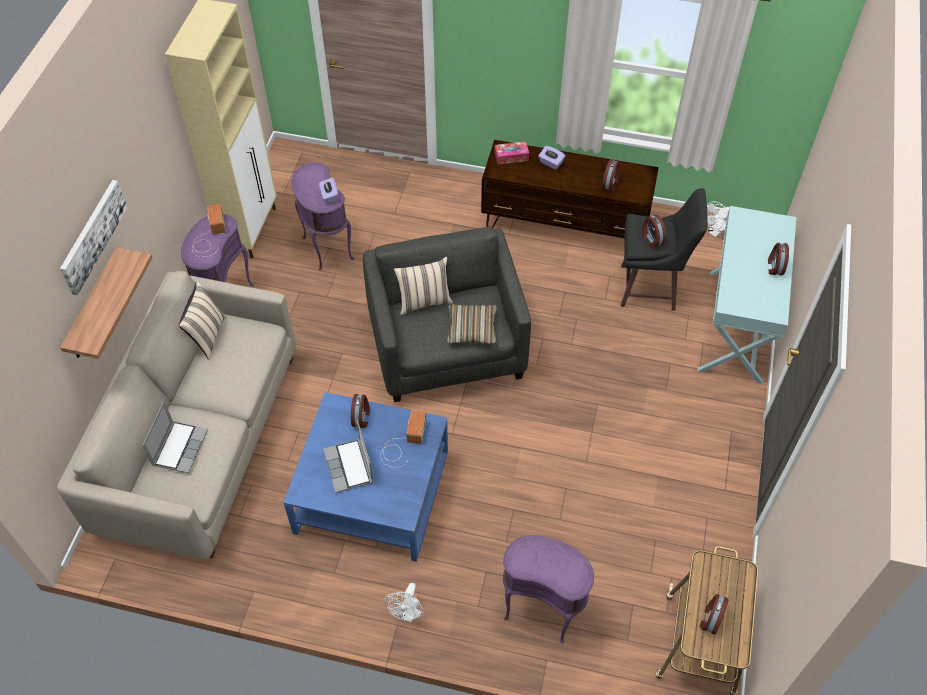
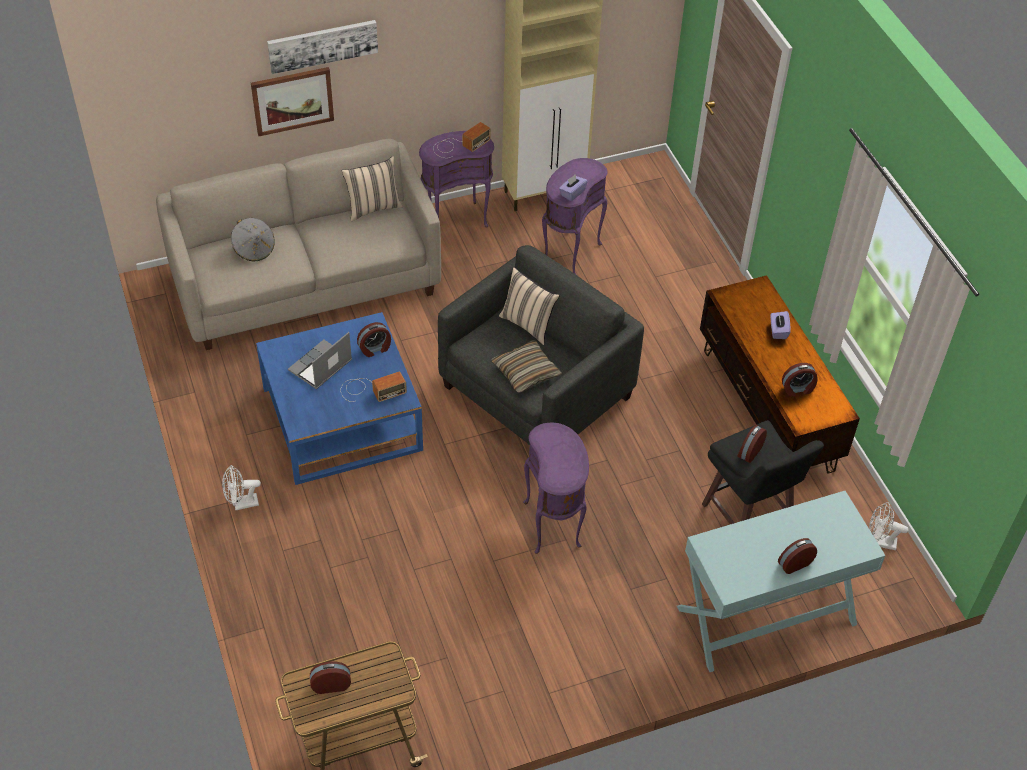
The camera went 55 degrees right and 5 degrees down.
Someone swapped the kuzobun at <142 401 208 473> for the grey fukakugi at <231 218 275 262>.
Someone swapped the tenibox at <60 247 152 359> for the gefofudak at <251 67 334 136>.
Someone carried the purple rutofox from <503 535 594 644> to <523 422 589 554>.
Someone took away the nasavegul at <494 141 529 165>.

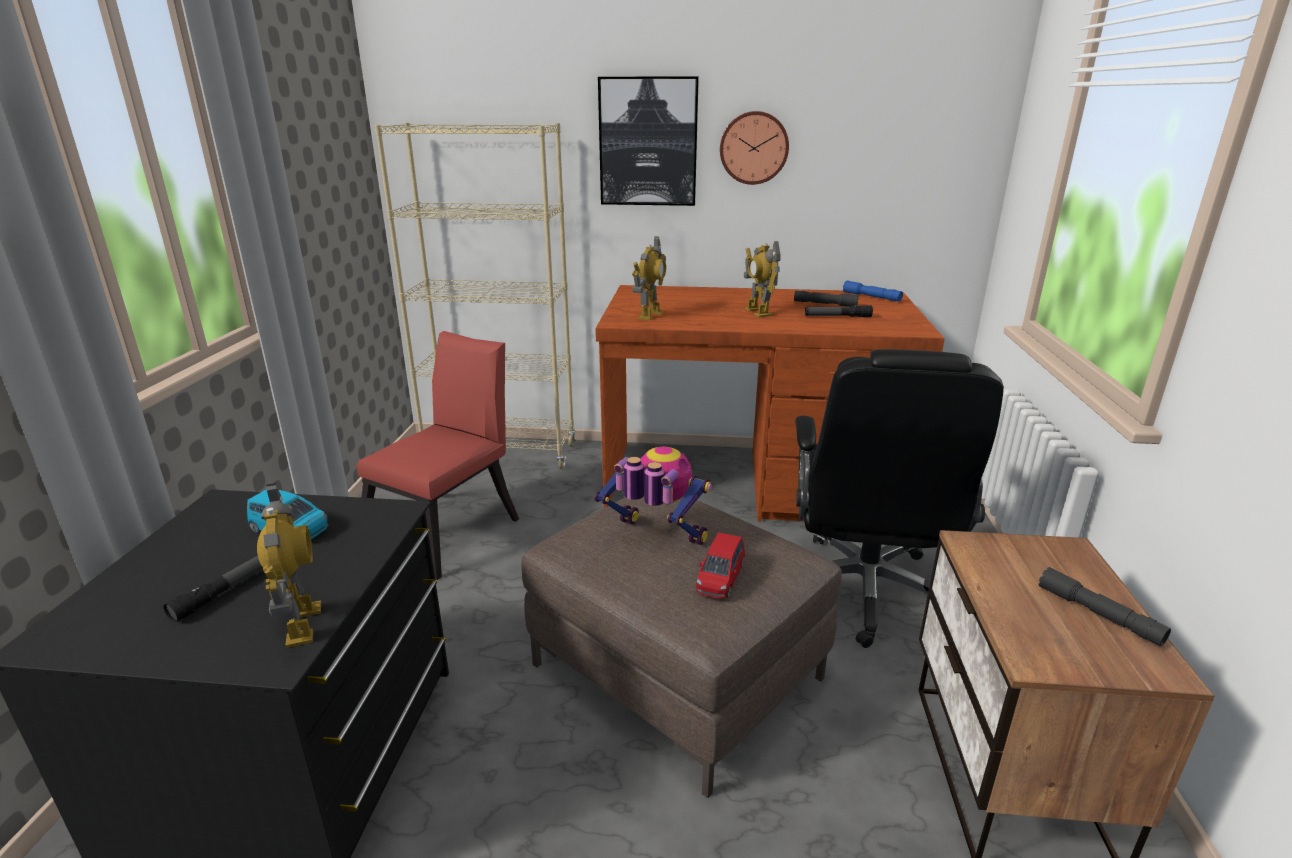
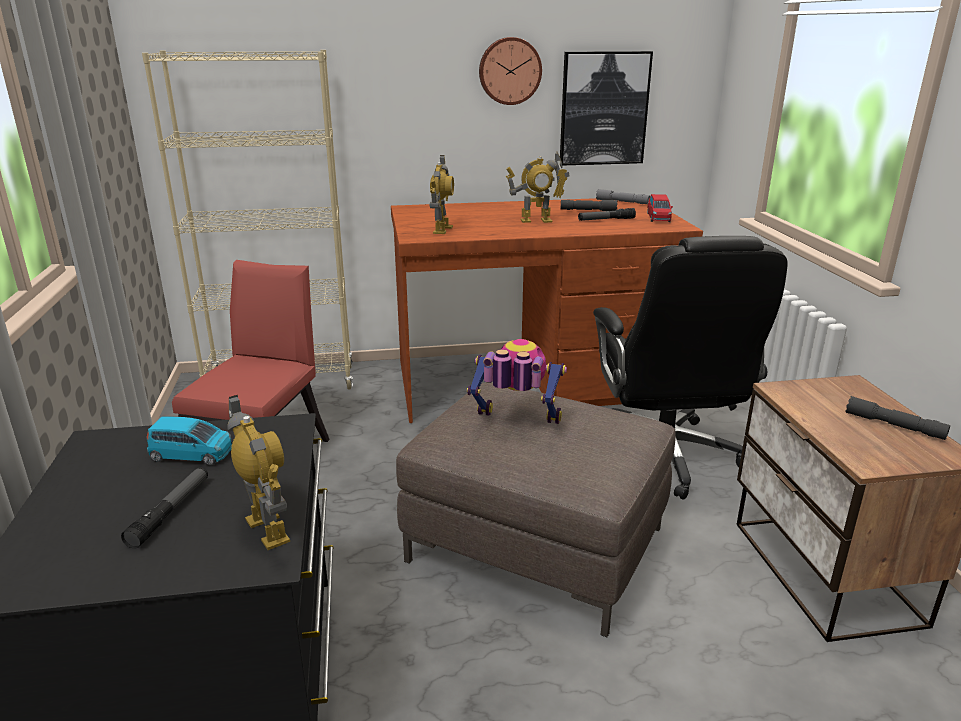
The camera went 15 degrees left and 0 degrees up.
Someone rotated the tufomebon at <744 241 780 317> by 60 degrees counterclockwise.
Someone carried the gefofudak from <598 76 699 206> to <560 51 653 166>.
Someone repainted the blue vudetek at <843 280 903 302>, which became the grey vudetek at <596 189 650 204>.
Someone carried the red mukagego from <696 532 745 599> to <647 194 673 222>.

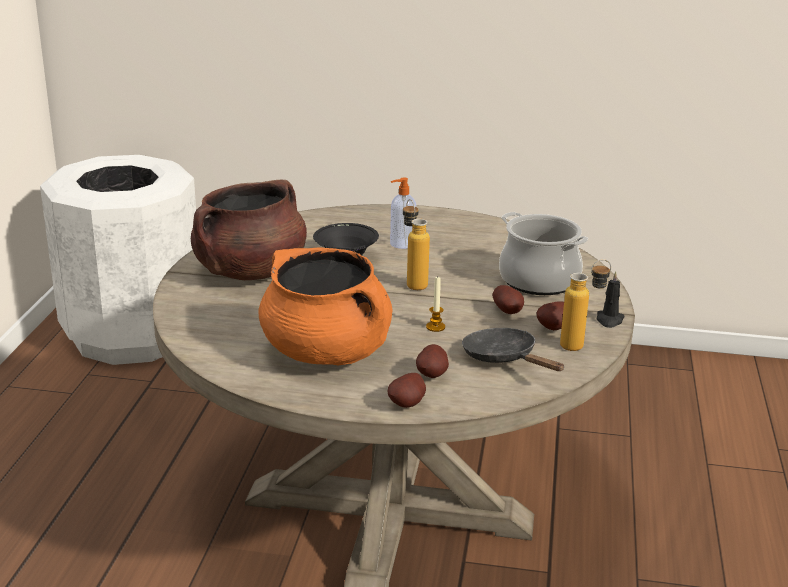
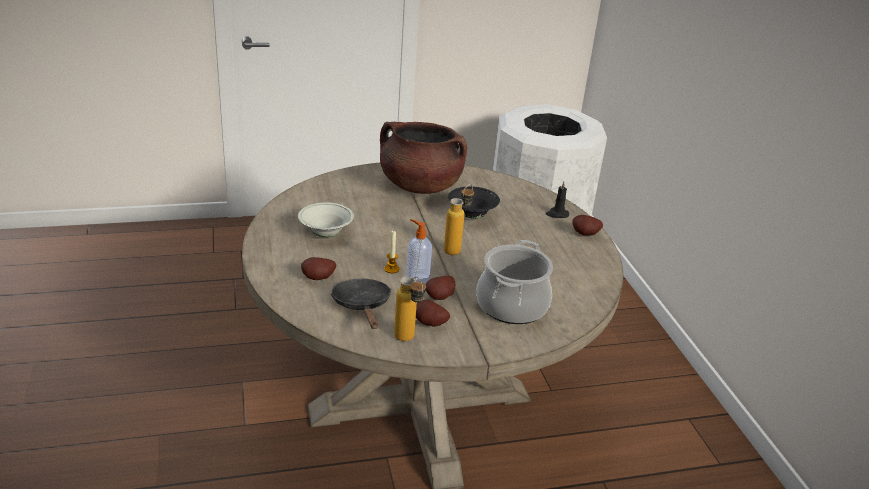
The camera went 65 degrees right and 5 degrees up.
Someone swapped the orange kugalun at <259 248 393 365> for the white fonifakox at <298 202 354 237>.
Someone rotated the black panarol at <462 328 564 371> by 45 degrees counterclockwise.
Someone carried the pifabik from <390 177 416 249> to <406 219 432 285>.
Someone carried the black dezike from <597 271 625 328> to <546 181 569 218>.
Someone carried the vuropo from <387 373 426 408> to <572 215 603 236>.

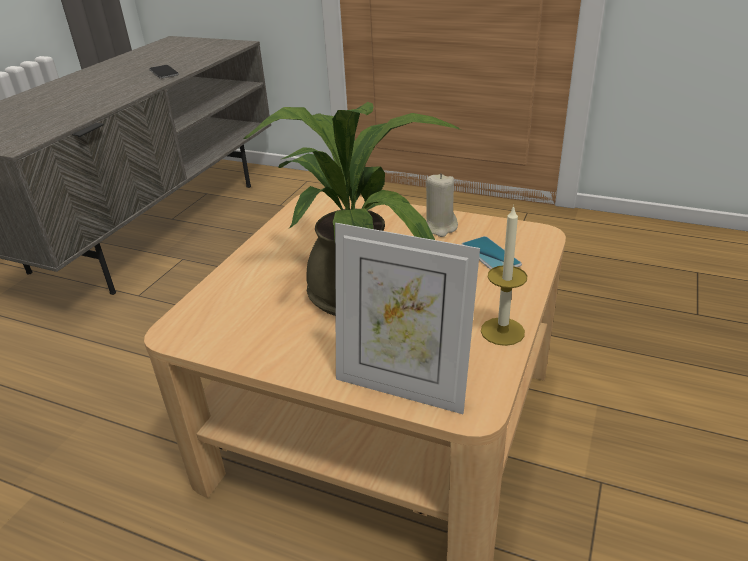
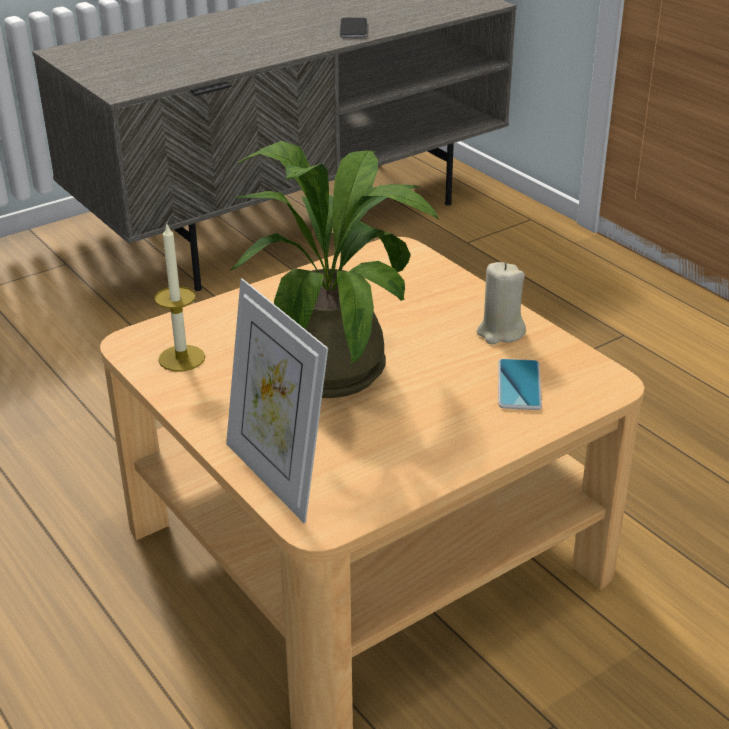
The camera went 30 degrees right and 0 degrees up.
Someone carried the dezike from <481 205 527 346> to <154 225 205 371>.

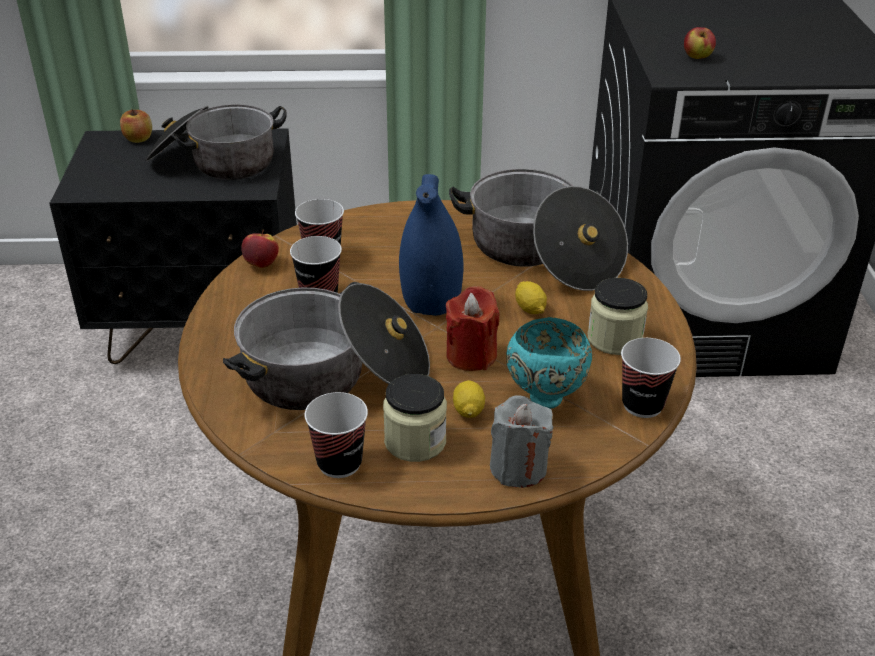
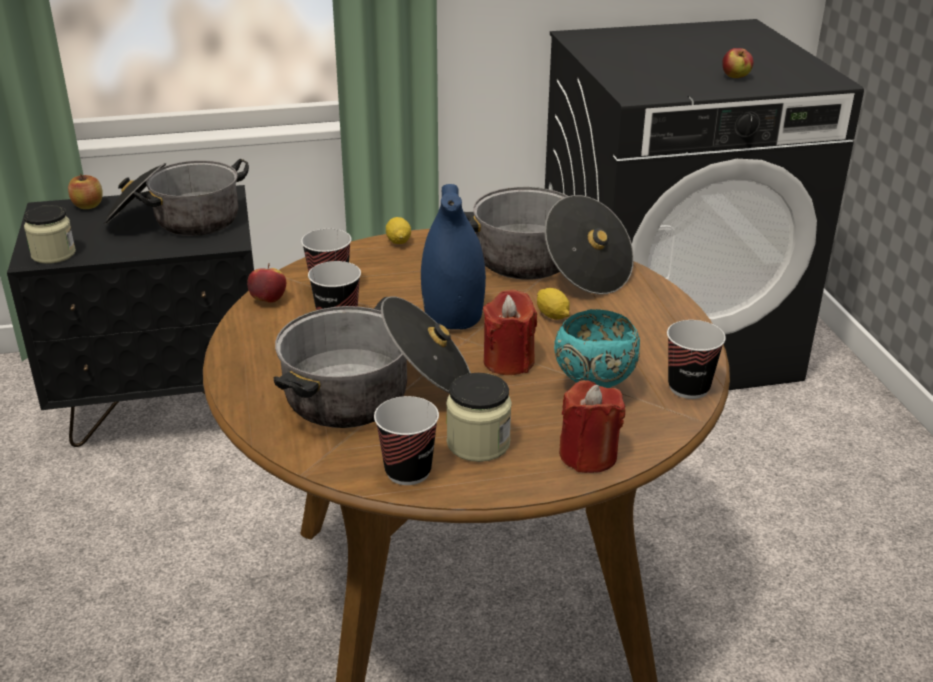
The camera went 10 degrees left and 5 degrees down.
Someone carried the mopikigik from <588 278 648 355> to <24 205 76 264>.
Someone carried the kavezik from <453 380 485 418> to <386 217 411 244>.
Someone repainted the grey dezike at <490 395 553 488>, which became the red dezike at <559 380 625 473>.
Someone carried the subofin from <684 27 716 59> to <722 48 753 78>.

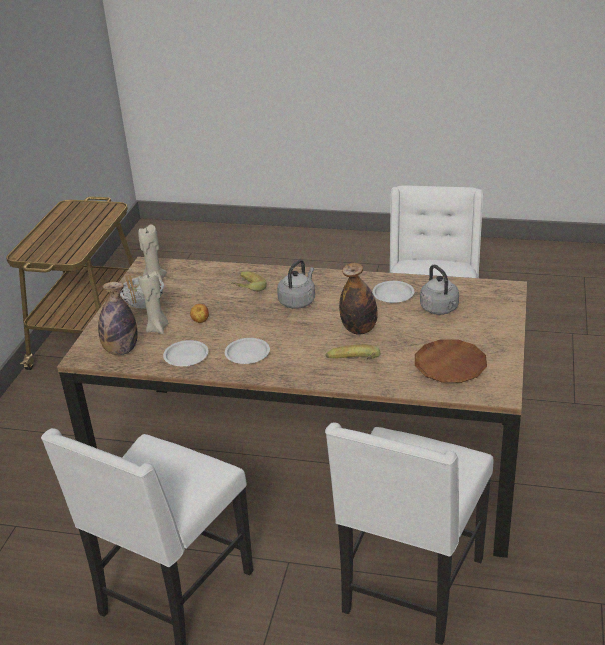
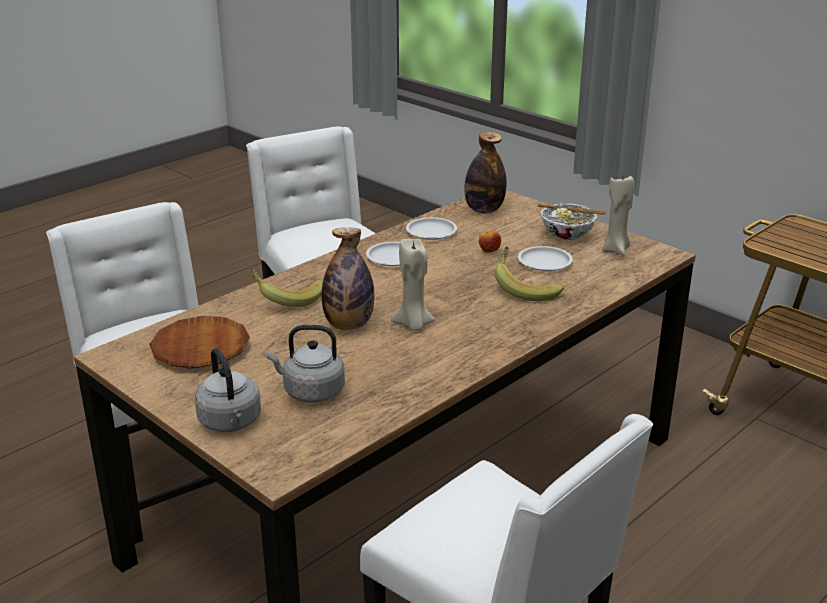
The camera went 120 degrees right and 5 degrees down.
Someone carried the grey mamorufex from <277 260 315 309> to <195 348 261 432>.
Someone carried the beige dezike from <138 271 168 334> to <391 239 436 331>.
Someone carried the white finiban from <372 281 414 303> to <518 246 573 271>.

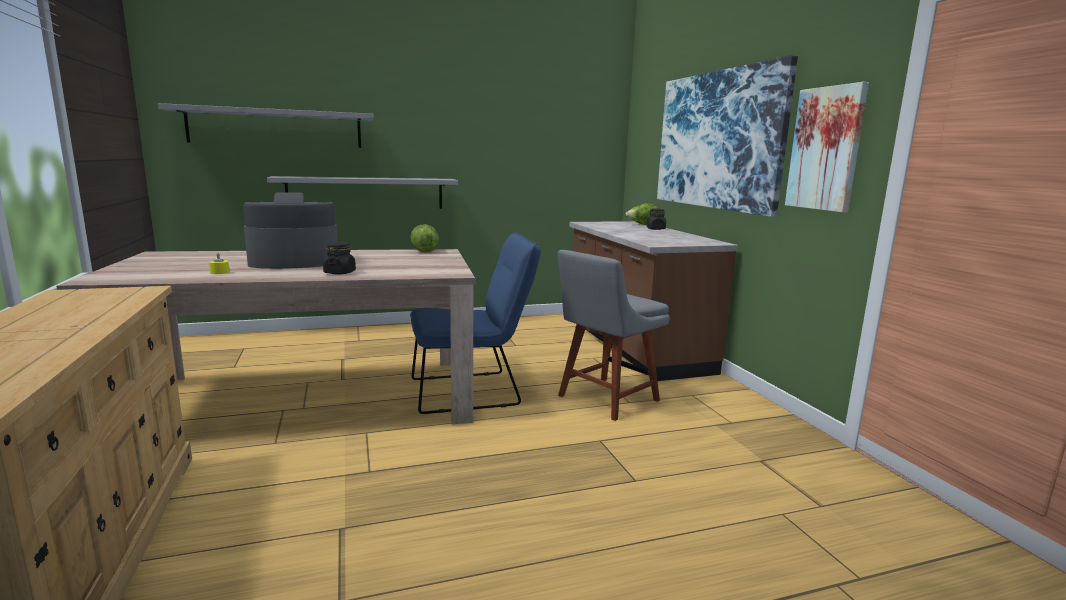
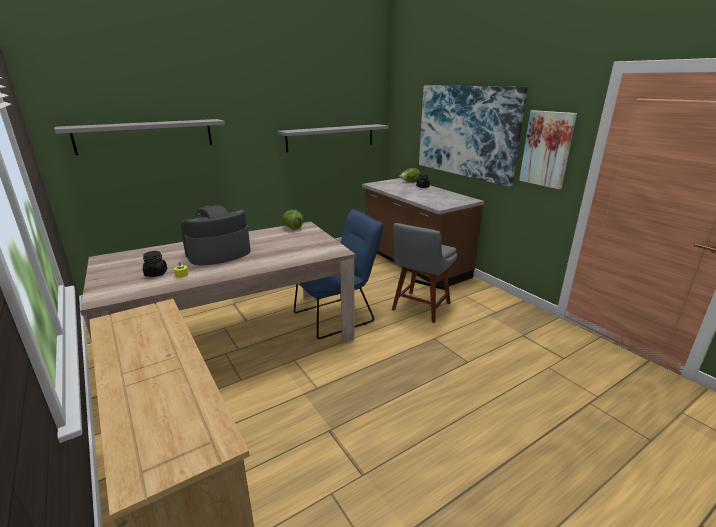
The camera went 15 degrees left and 10 degrees up.
Someone carried the black mopikigik from <323 242 356 275> to <143 251 167 277>.
Someone carried the grey tenibox from <267 176 458 209> to <277 124 389 153>.

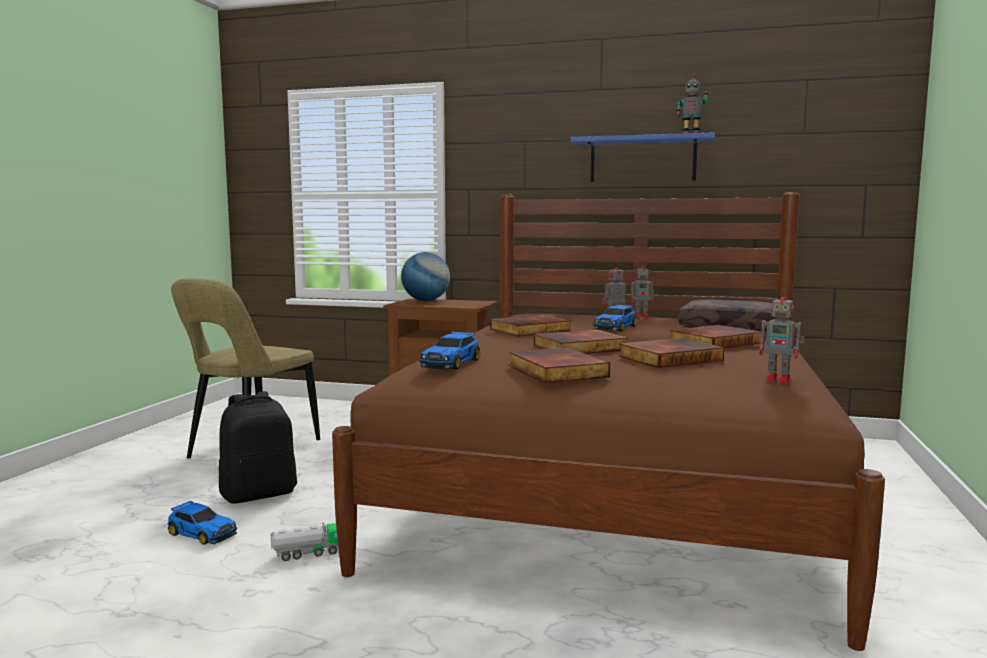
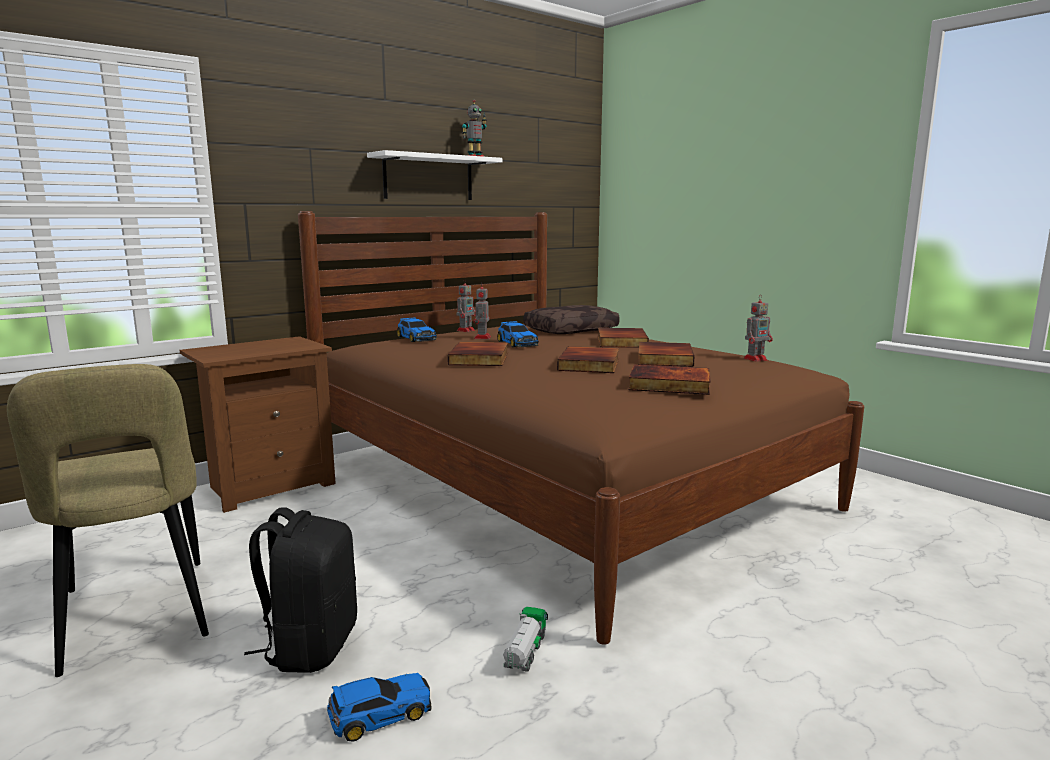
The camera went 55 degrees left and 5 degrees up.
Someone repainted the blue tenibox at <570 132 715 182>, which became the white tenibox at <367 150 502 200>.
Someone carried the mukagego from <419 331 480 369> to <397 317 437 342>.
Someone took away the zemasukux at <401 252 450 301>.

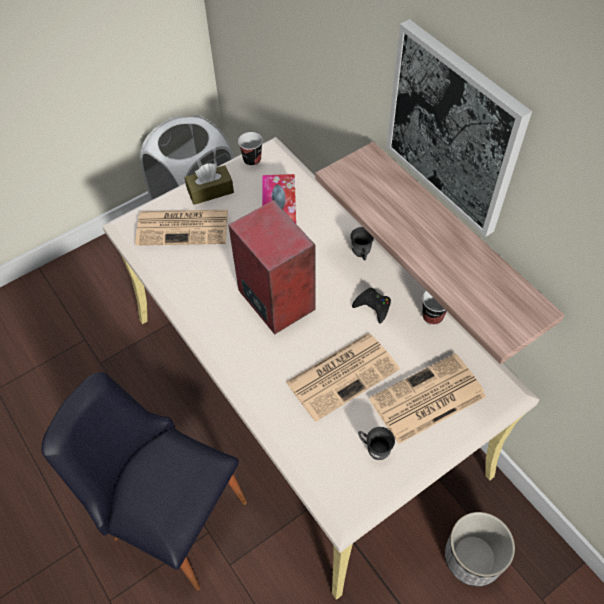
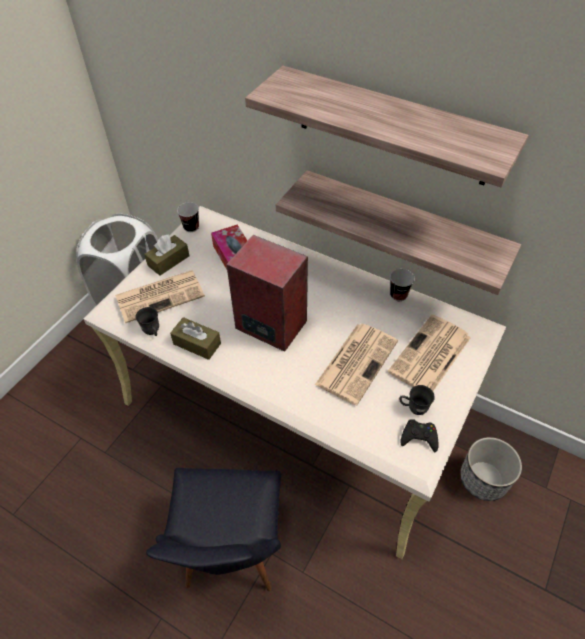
The camera went 25 degrees left and 5 degrees down.
Someone carried the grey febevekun from <350 227 374 260> to <136 307 159 336>.
Someone rotated the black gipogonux at <41 372 247 590> by 90 degrees counterclockwise.
Someone put down the brown nasavegul at <170 317 221 360>.
Someone swapped the gefofudak at <386 19 532 237> for the tenibox at <245 66 528 187>.
Someone carried the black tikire from <352 288 391 324> to <400 419 439 452>.

